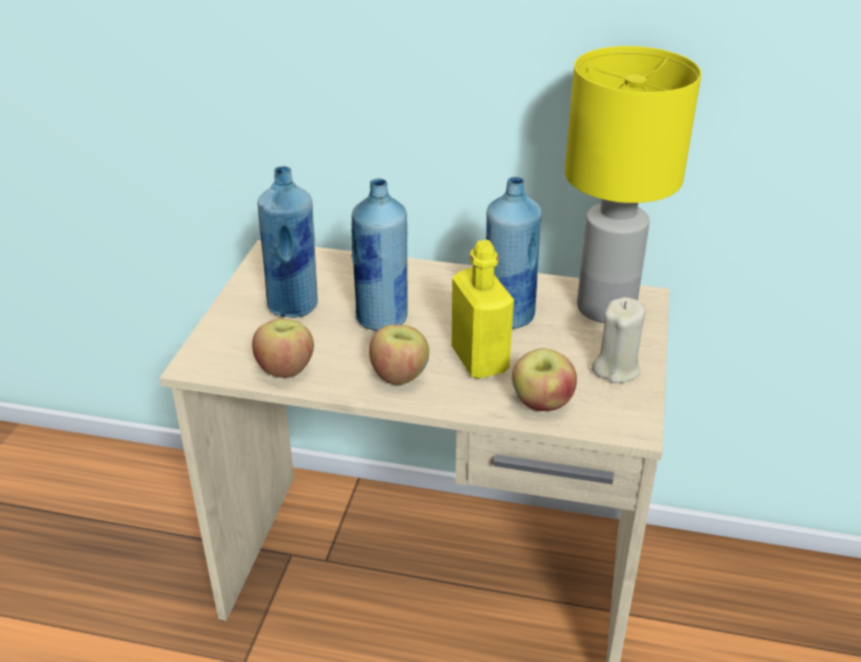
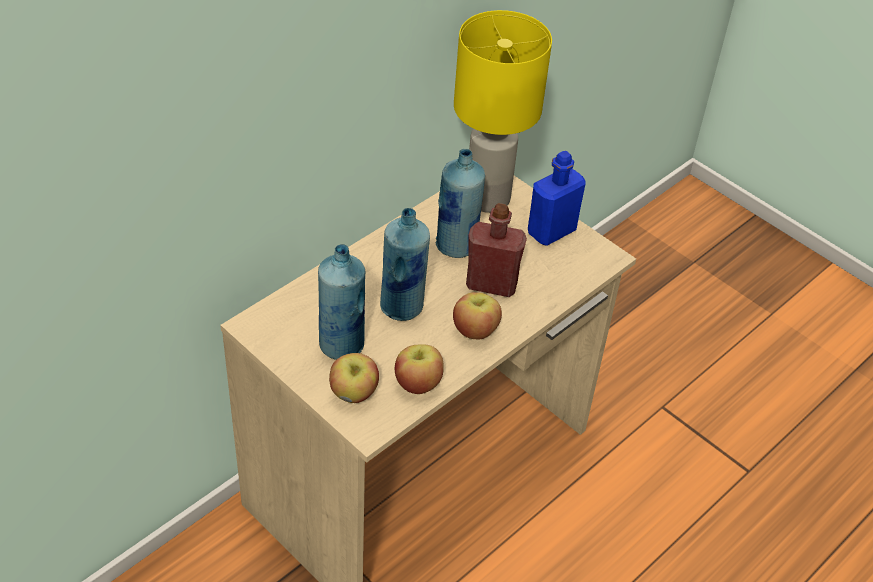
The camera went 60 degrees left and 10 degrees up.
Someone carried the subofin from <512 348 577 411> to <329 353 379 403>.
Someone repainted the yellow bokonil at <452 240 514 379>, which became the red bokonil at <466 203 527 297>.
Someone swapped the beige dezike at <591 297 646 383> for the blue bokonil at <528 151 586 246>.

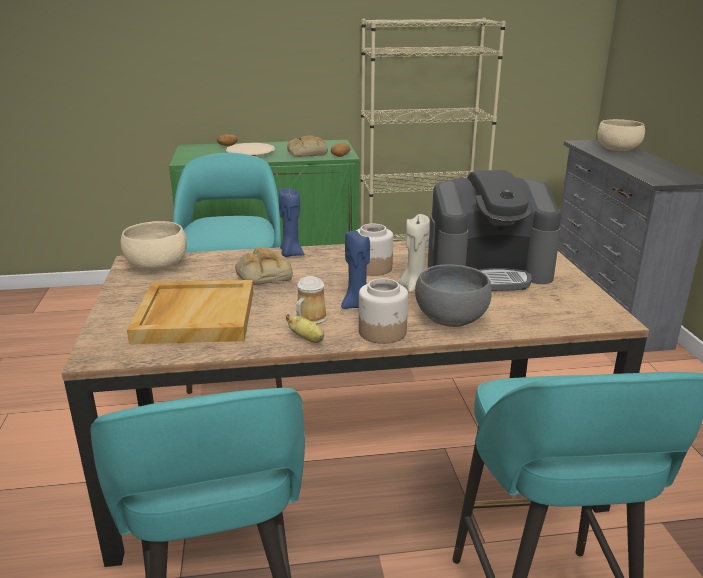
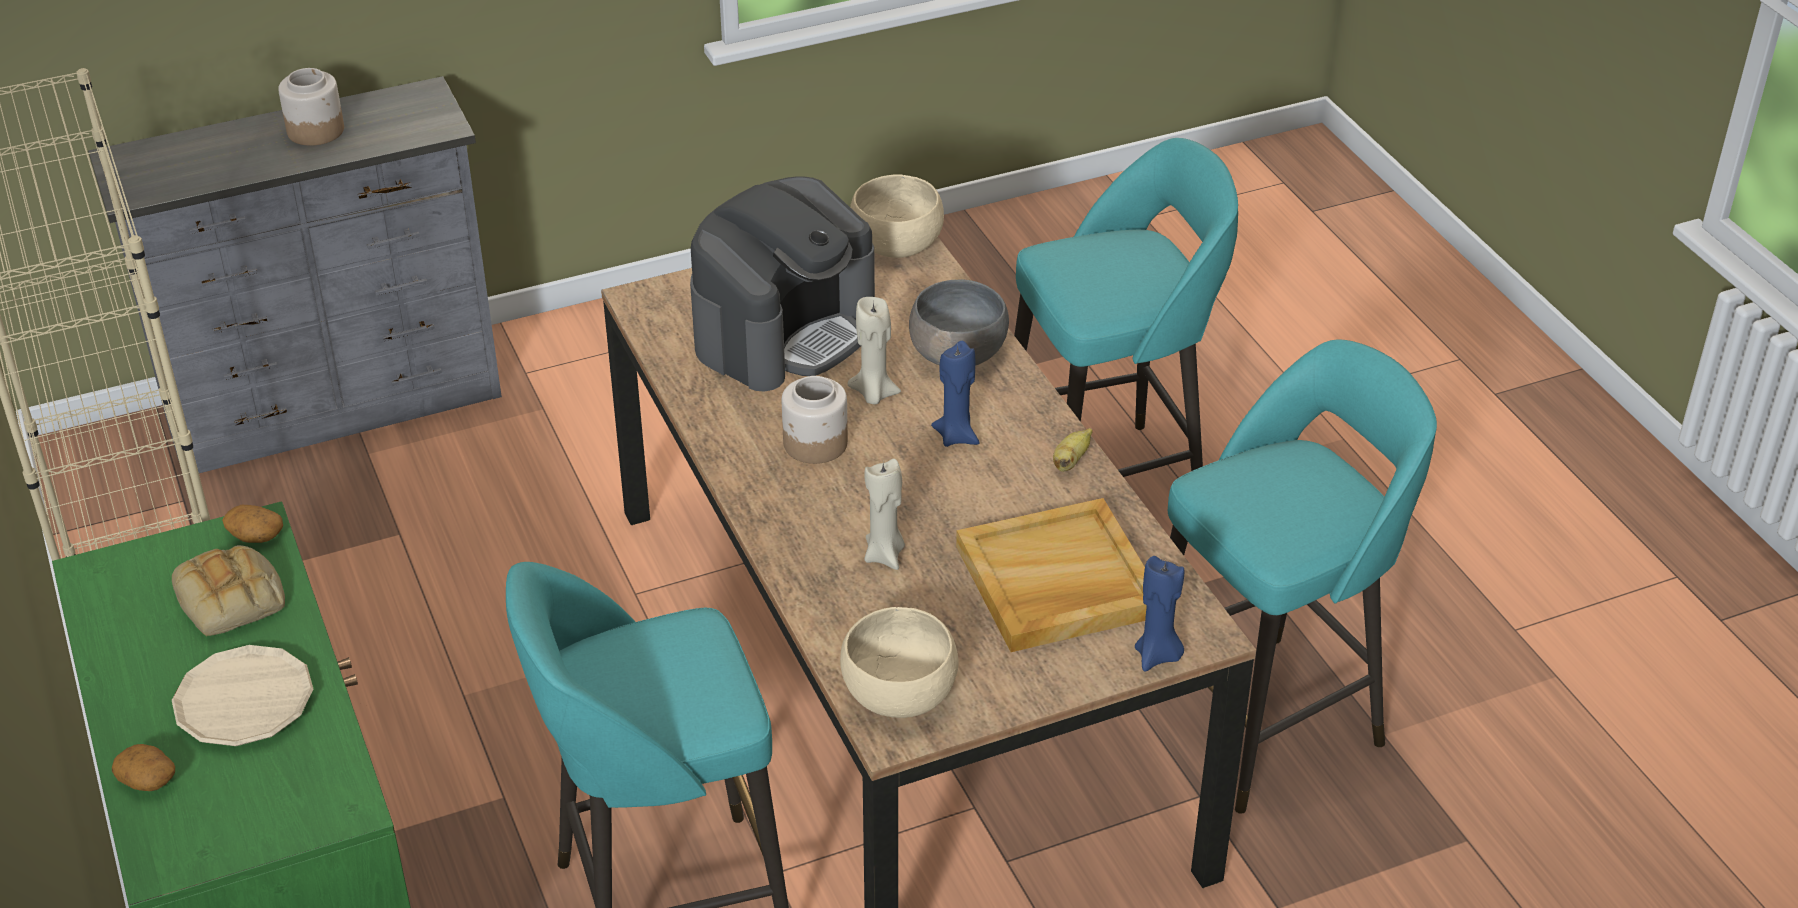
The camera went 105 degrees left and 15 degrees up.
Someone carried the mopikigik from <359 278 408 344> to <278 68 344 146>.
Someone rotated the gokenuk at <428 170 561 291> by 60 degrees clockwise.
Someone carried the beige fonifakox from <597 119 645 151> to <850 175 944 258>.
Someone swapped the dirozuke at <235 247 293 285> for the beige dezike at <864 459 905 570>.
Someone carried the blue dezike from <279 188 304 257> to <1135 556 1184 672>.
Someone took away the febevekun at <296 276 327 324>.

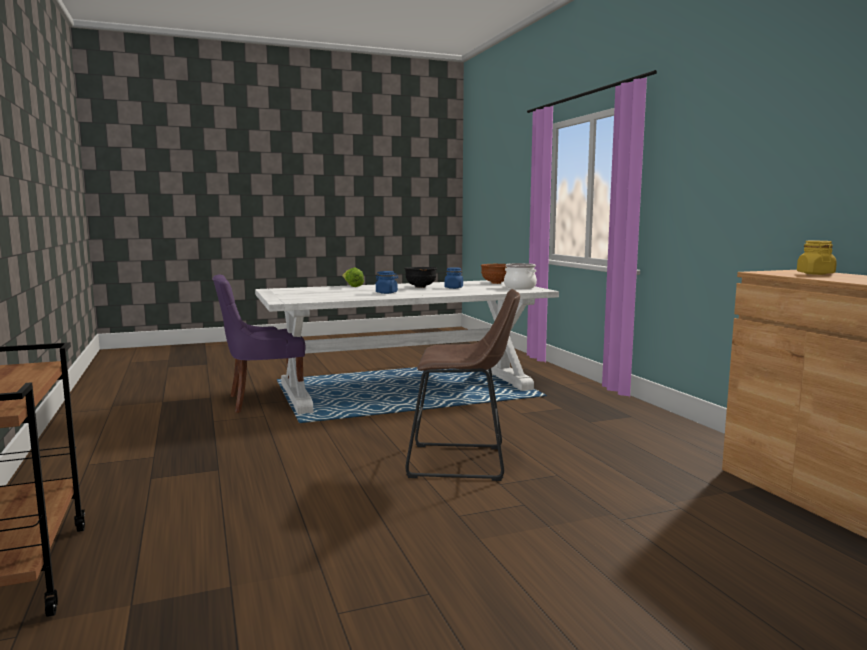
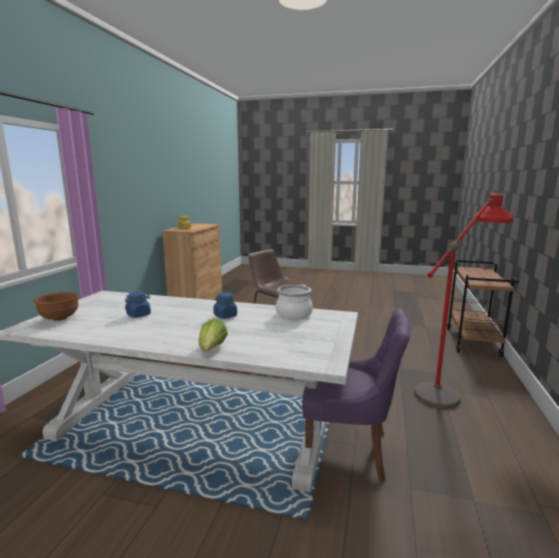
The camera went 145 degrees left and 5 degrees up.
Someone carried the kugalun from <504 263 537 289> to <276 285 313 320>.
Someone put down the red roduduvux at <414 194 513 409>.
Someone took away the black fonifakox at <404 267 437 288>.

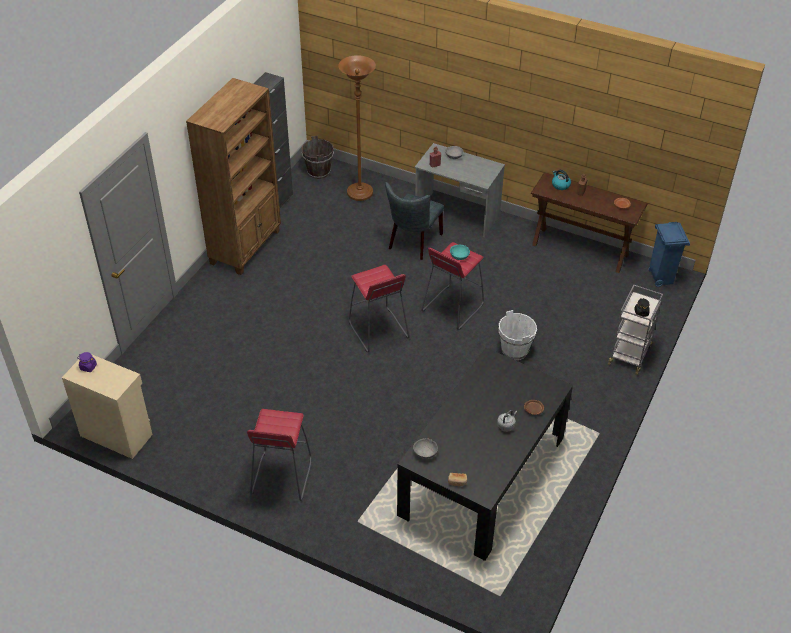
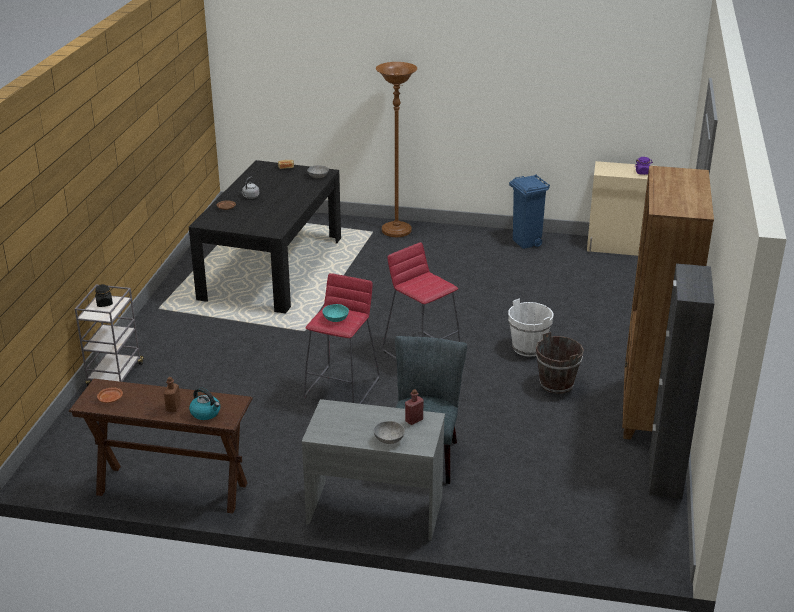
The camera went 165 degrees right and 15 degrees down.
Someone carried the brown roduduvux from <338 55 376 201> to <376 62 417 237>.
Someone carried the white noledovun from <499 310 537 360> to <508 299 553 357>.
Someone carried the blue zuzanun from <649 222 690 287> to <509 174 550 249>.
Someone carried the brown noledovun from <301 136 334 179> to <536 332 584 394>.
Someone took away the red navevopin at <247 409 312 501>.

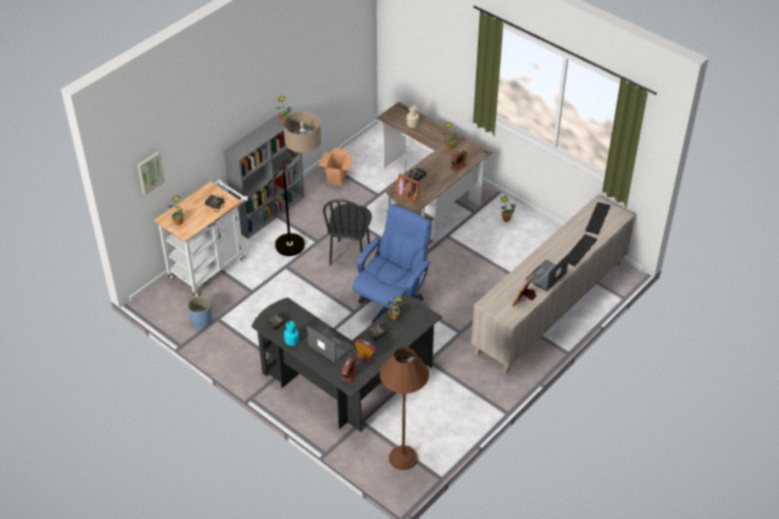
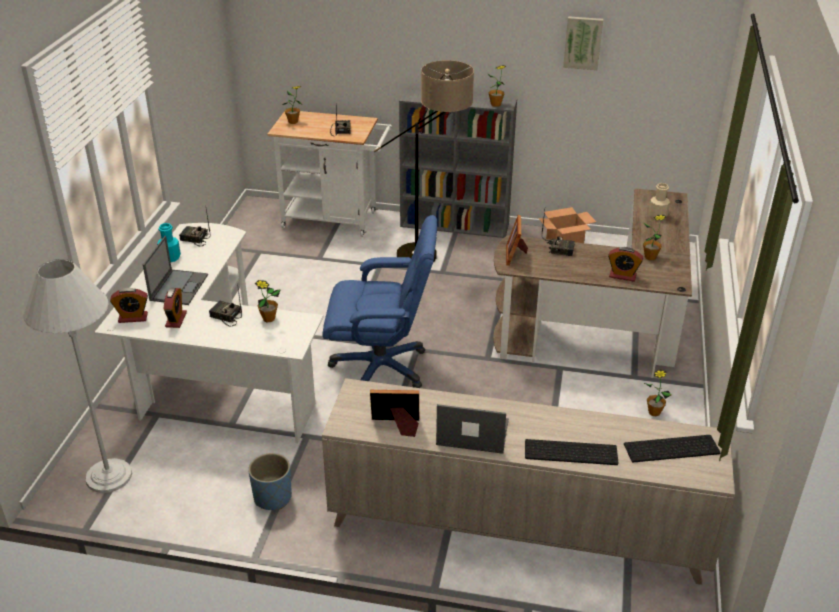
The camera went 60 degrees right and 10 degrees down.
Someone repainted the brown roduduvux at <380 347 429 470>, which became the white roduduvux at <23 259 132 493>.
Someone repainted the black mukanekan at <251 294 442 432>, which became the white mukanekan at <95 223 323 443>.
Someone carried the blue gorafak from <188 296 212 328> to <248 453 292 510>.
Someone carried the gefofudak from <137 152 165 195> to <563 16 603 70>.
Someone took away the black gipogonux at <323 199 372 265>.

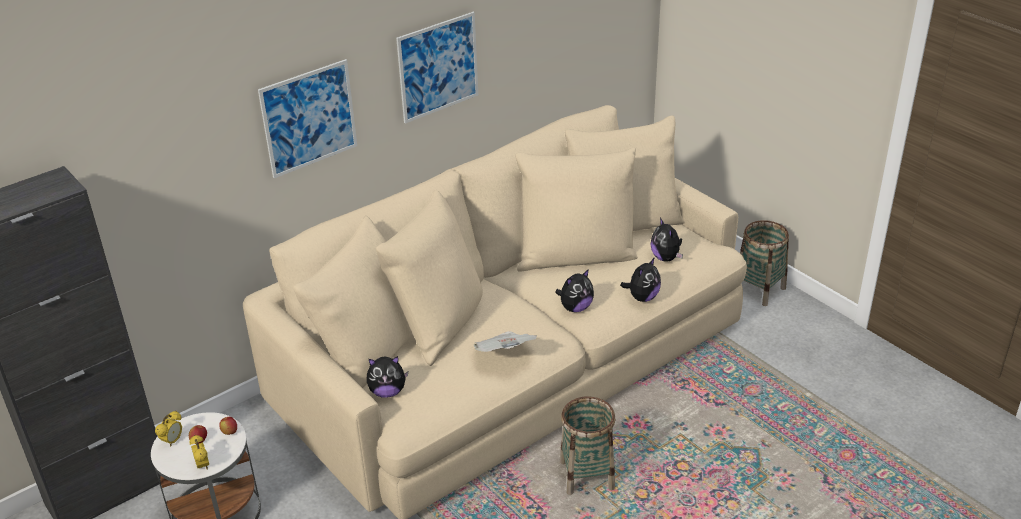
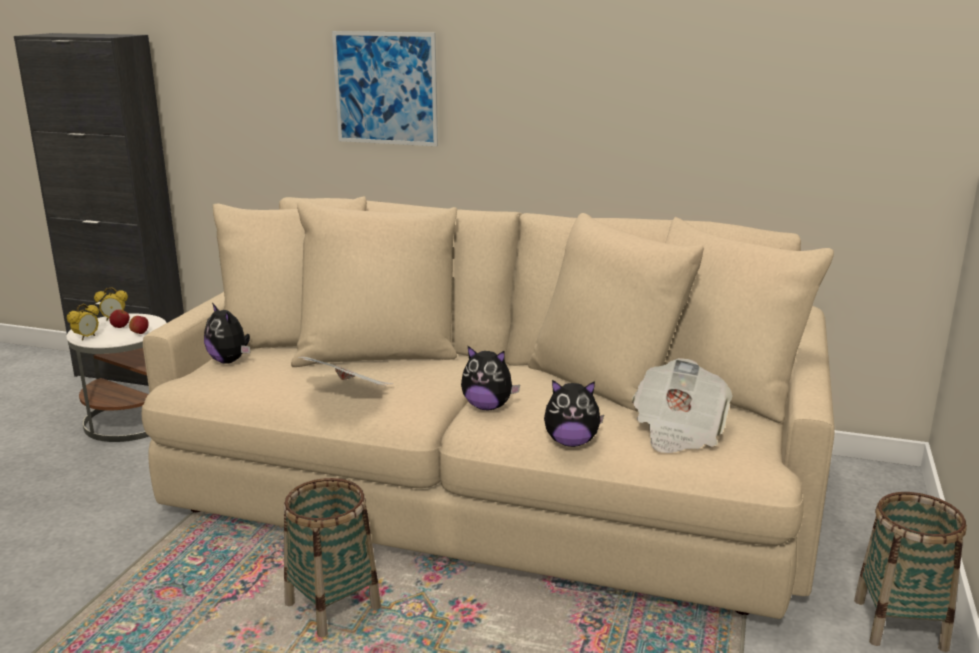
The camera went 55 degrees right and 15 degrees down.
Someone swapped the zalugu at <651 218 683 262> for the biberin at <632 358 732 453>.
Someone took away the gefofudak at <396 12 478 124>.

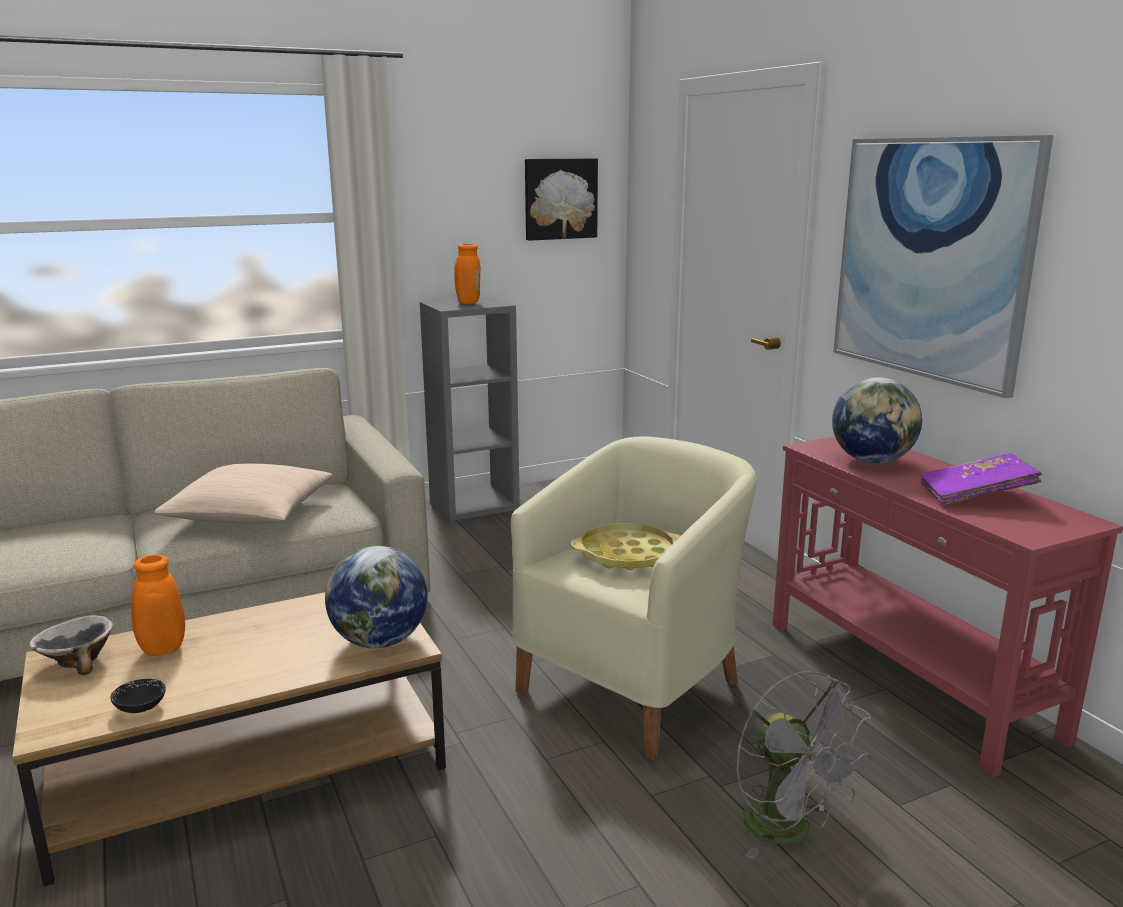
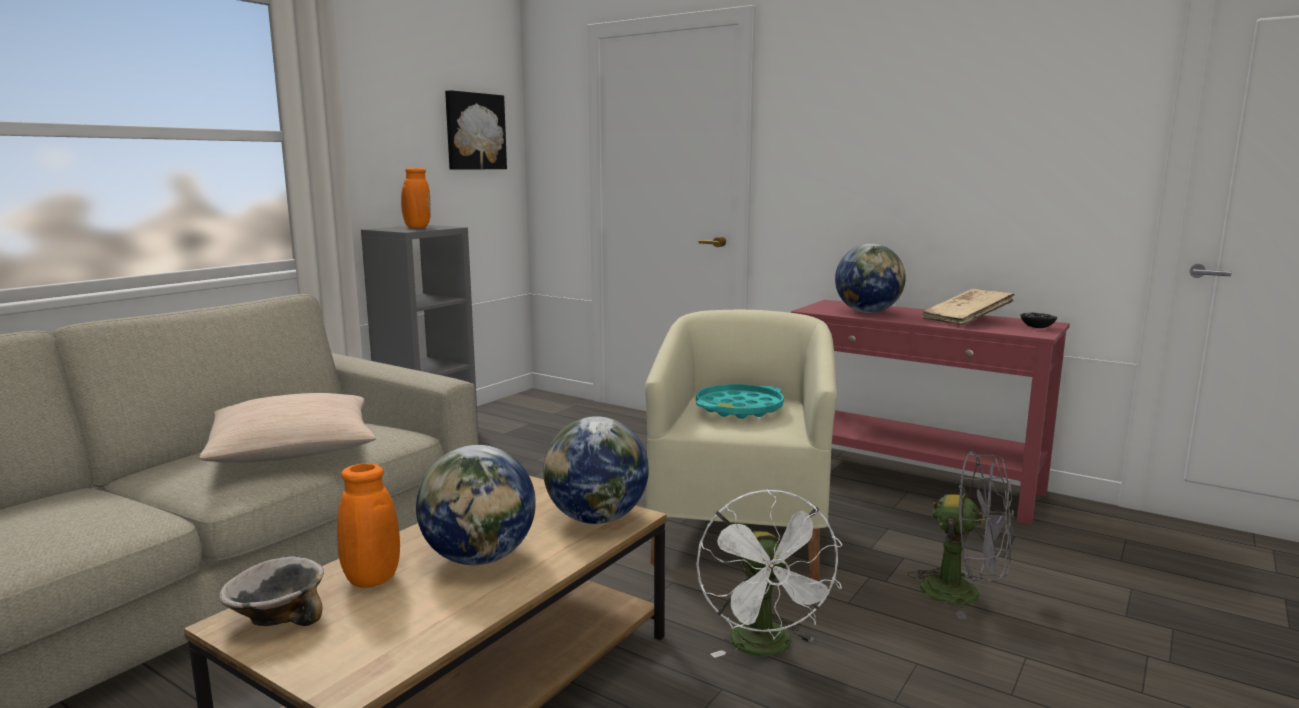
The camera went 30 degrees left and 5 degrees down.
Someone put down the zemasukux at <416 445 536 565>.
Someone repainted the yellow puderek at <571 523 681 570>, which became the turquoise puderek at <696 384 784 419>.
Someone put down the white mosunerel at <696 489 842 658>.
Someone repainted the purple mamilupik at <920 453 1043 505>, which became the beige mamilupik at <922 289 1014 325>.
Someone carried the black fonifakox from <110 679 166 713> to <1021 313 1057 328>.
Someone took away the gefofudak at <833 135 1054 398>.

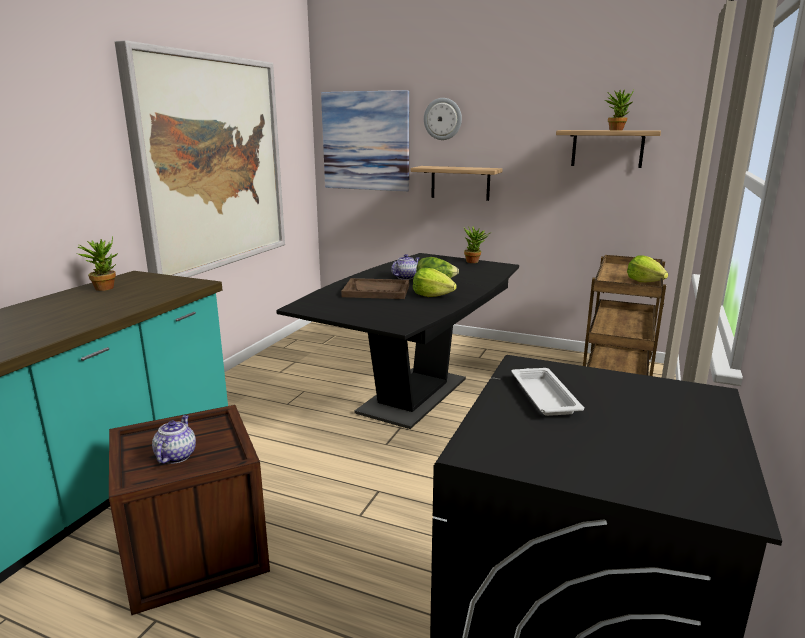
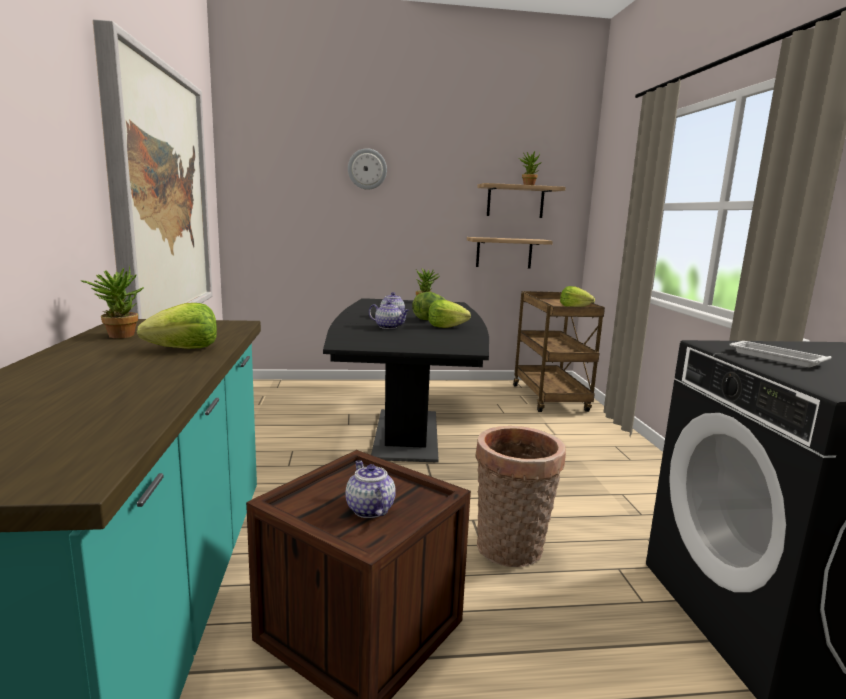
The camera went 30 degrees left and 5 degrees down.
Someone put down the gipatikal at <137 303 217 349>.
Someone swapped the brown puderek at <341 278 409 299> for the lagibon at <369 301 410 329>.
Someone carried the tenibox from <411 166 503 201> to <467 237 553 269>.
Someone put down the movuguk at <475 426 566 567>.
Someone took away the gefofudak at <321 90 409 192>.

